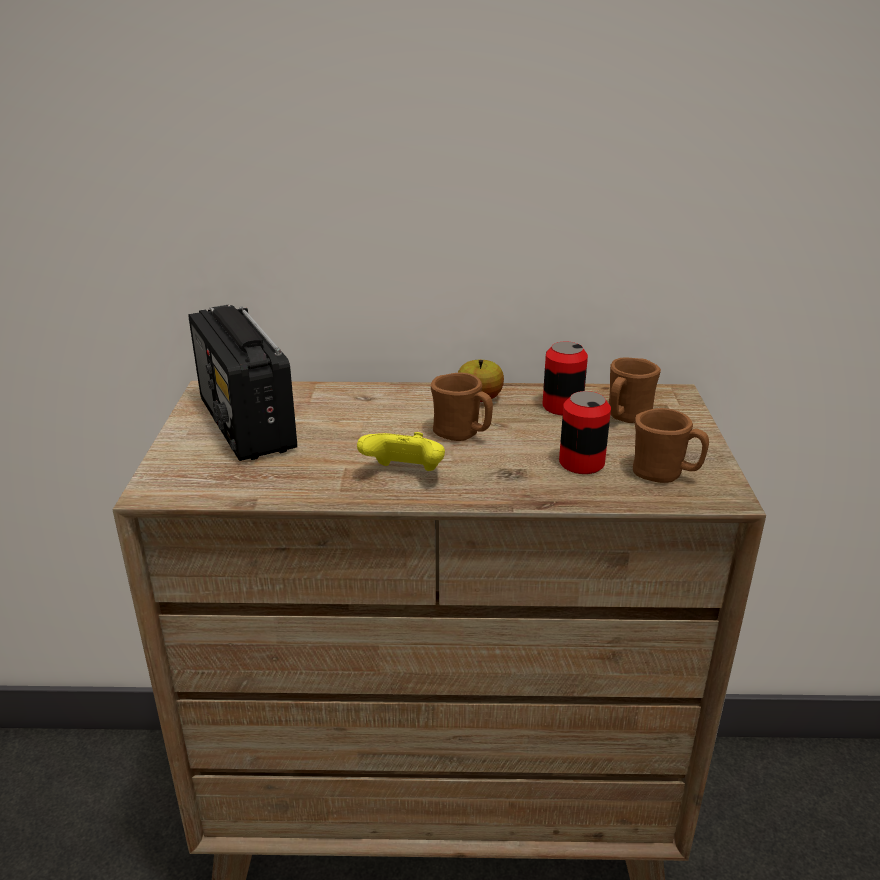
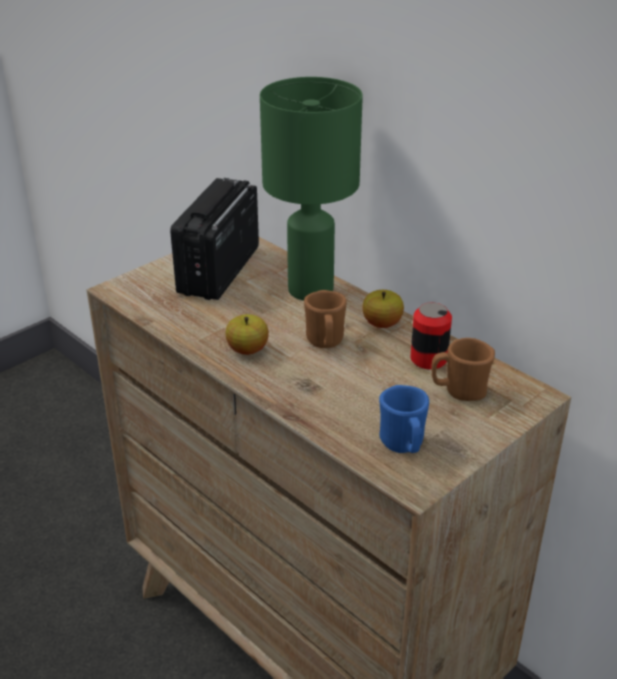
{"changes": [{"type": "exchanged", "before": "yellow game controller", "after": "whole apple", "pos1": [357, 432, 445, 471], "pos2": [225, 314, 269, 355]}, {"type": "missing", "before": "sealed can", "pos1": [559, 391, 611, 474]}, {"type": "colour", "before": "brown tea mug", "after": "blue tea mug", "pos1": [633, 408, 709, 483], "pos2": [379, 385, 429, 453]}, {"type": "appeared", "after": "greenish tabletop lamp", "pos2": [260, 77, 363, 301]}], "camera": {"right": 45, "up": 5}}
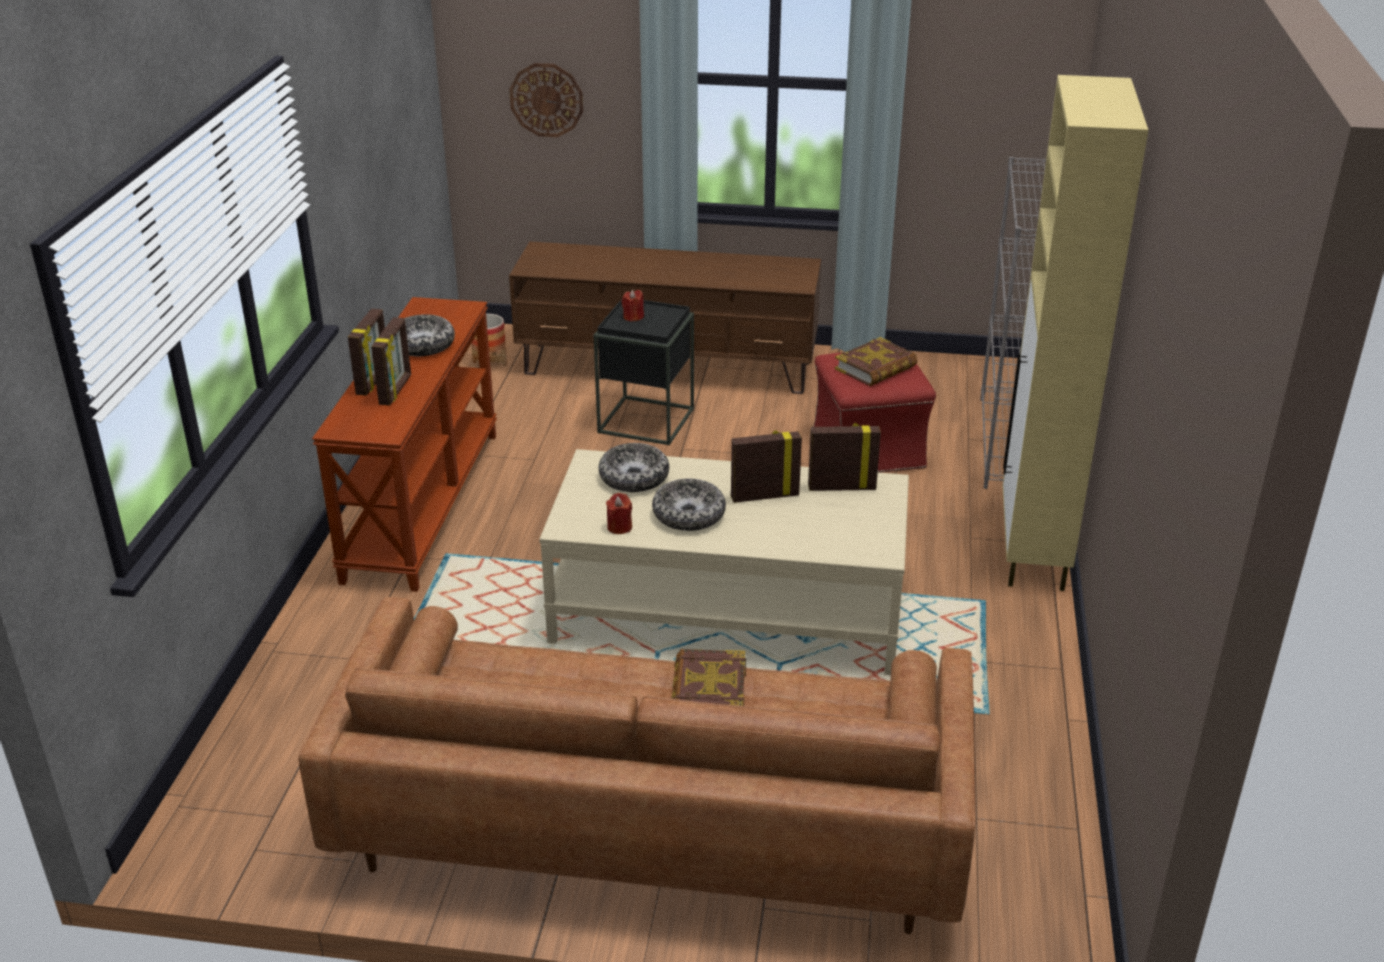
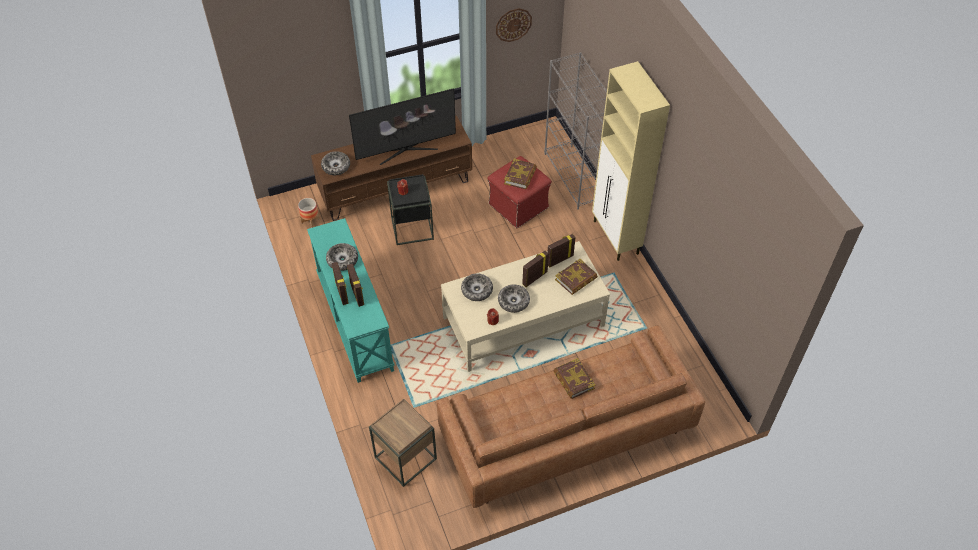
{"changes": [{"type": "colour", "before": "brown narrow table", "after": "turquoise-coloured narrow table", "pos1": [312, 297, 497, 592], "pos2": [307, 218, 395, 383]}, {"type": "relocated", "before": "clock on the wall", "pos1": [509, 63, 583, 137], "pos2": [496, 8, 532, 42]}, {"type": "appeared", "after": "deep dish", "pos2": [321, 151, 350, 175]}, {"type": "appeared", "after": "TV set", "pos2": [349, 88, 456, 165]}, {"type": "appeared", "after": "brown accent table", "pos2": [369, 399, 437, 487]}, {"type": "appeared", "after": "volume", "pos2": [555, 259, 598, 295]}], "camera": {"right": -30, "up": 20}}
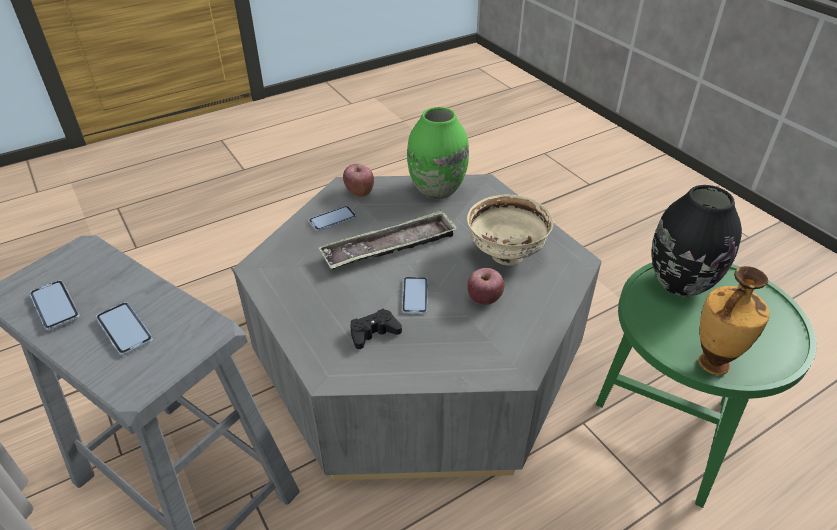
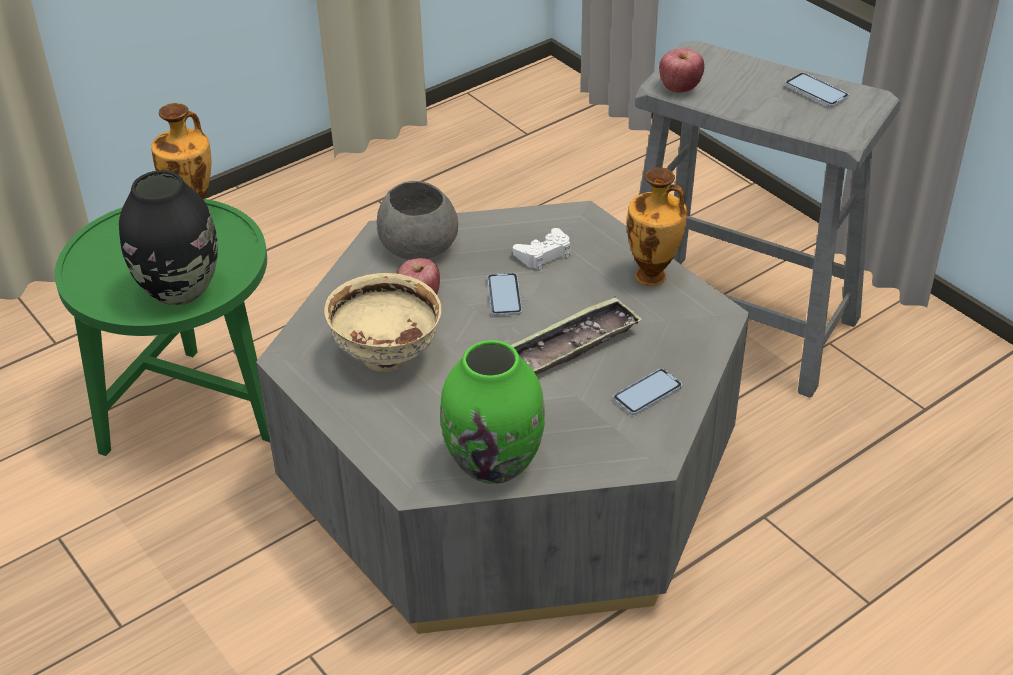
{"changes": [{"type": "missing", "before": "phone", "pos1": [96, 302, 153, 356]}, {"type": "relocated", "before": "whole apple", "pos1": [343, 164, 374, 197], "pos2": [659, 48, 704, 93]}, {"type": "colour", "before": "blackish game controller", "after": "white game controller", "pos1": [350, 309, 402, 349], "pos2": [513, 228, 570, 271]}, {"type": "appeared", "after": "gray deep dish", "pos2": [377, 181, 458, 260]}, {"type": "appeared", "after": "decorative vase", "pos2": [627, 167, 687, 286]}], "camera": {"right": 175, "up": 0}}
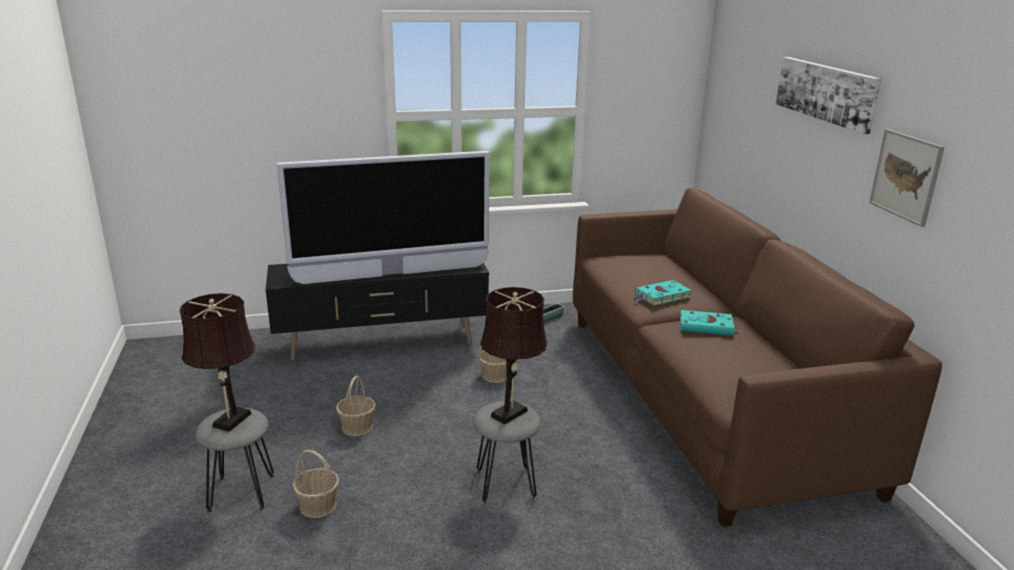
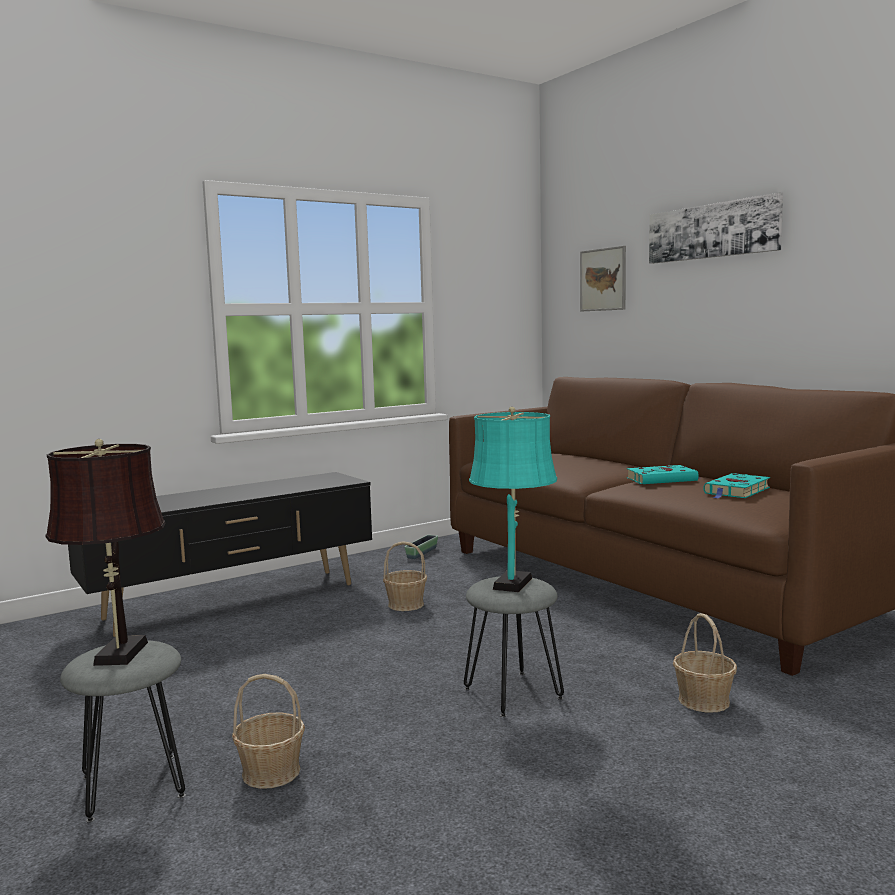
{"changes": [{"type": "missing", "before": "TV set", "pos1": [277, 151, 489, 284]}, {"type": "relocated", "before": "basket", "pos1": [336, 375, 376, 436], "pos2": [673, 613, 737, 713]}, {"type": "colour", "before": "brown tabletop lamp", "after": "turquoise-coloured tabletop lamp", "pos1": [480, 287, 548, 424], "pos2": [469, 407, 557, 592]}, {"type": "relocated", "before": "turquoise-coloured volume", "pos1": [634, 280, 691, 306], "pos2": [703, 473, 770, 499]}, {"type": "relocated", "before": "picture", "pos1": [869, 129, 944, 227], "pos2": [580, 246, 626, 311]}], "camera": {"right": -20, "up": -15}}
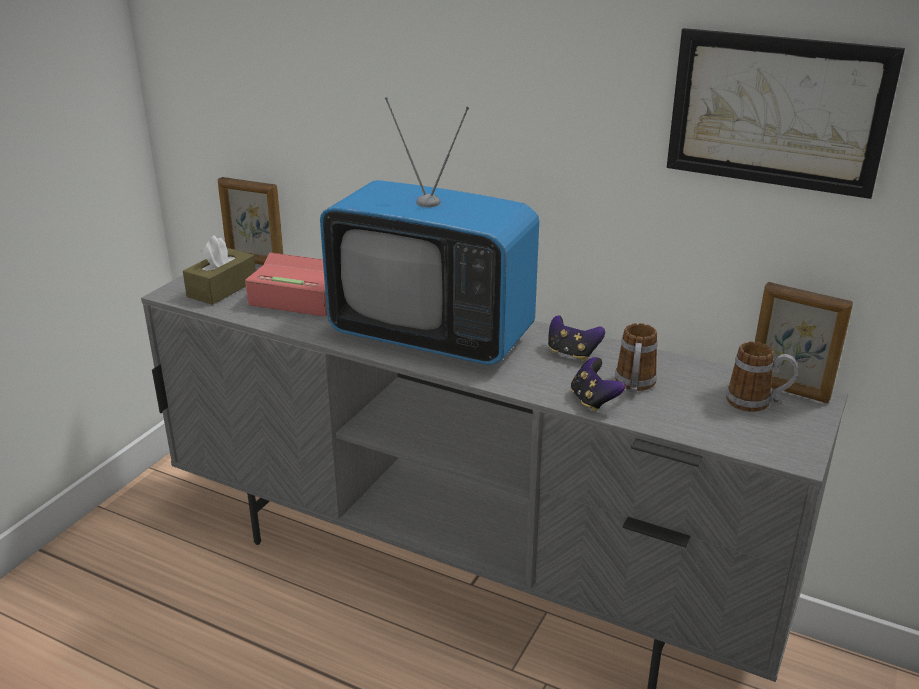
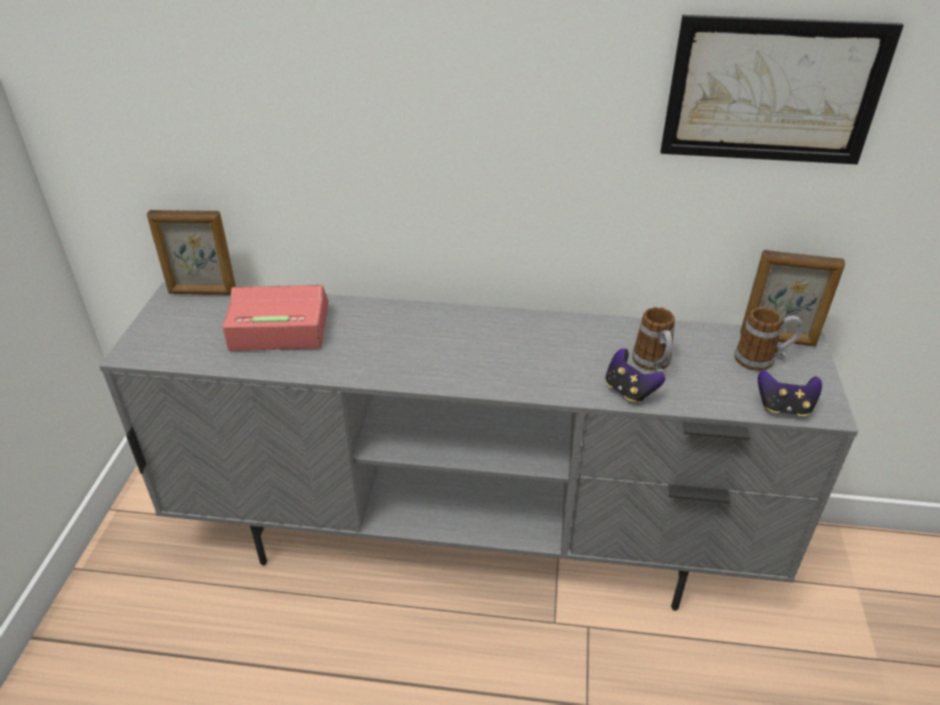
{"changes": [{"type": "missing", "before": "brown tissue holder", "pos1": [183, 235, 256, 305]}, {"type": "missing", "before": "TV set", "pos1": [320, 97, 539, 365]}, {"type": "relocated", "before": "game controller", "pos1": [548, 315, 605, 361], "pos2": [758, 370, 822, 416]}], "camera": {"right": -20, "up": 10}}
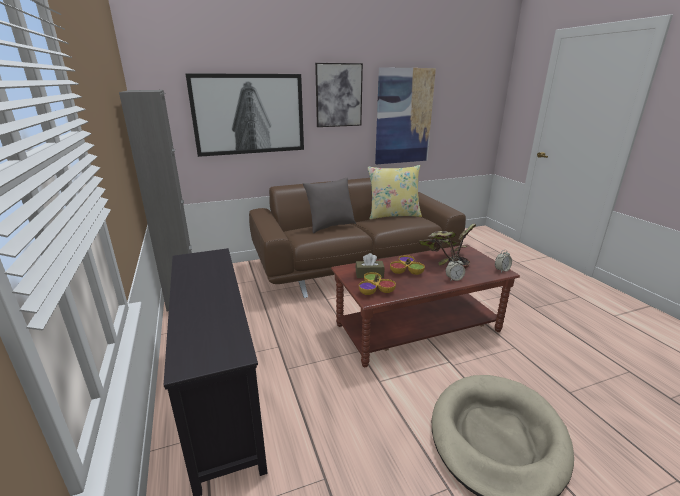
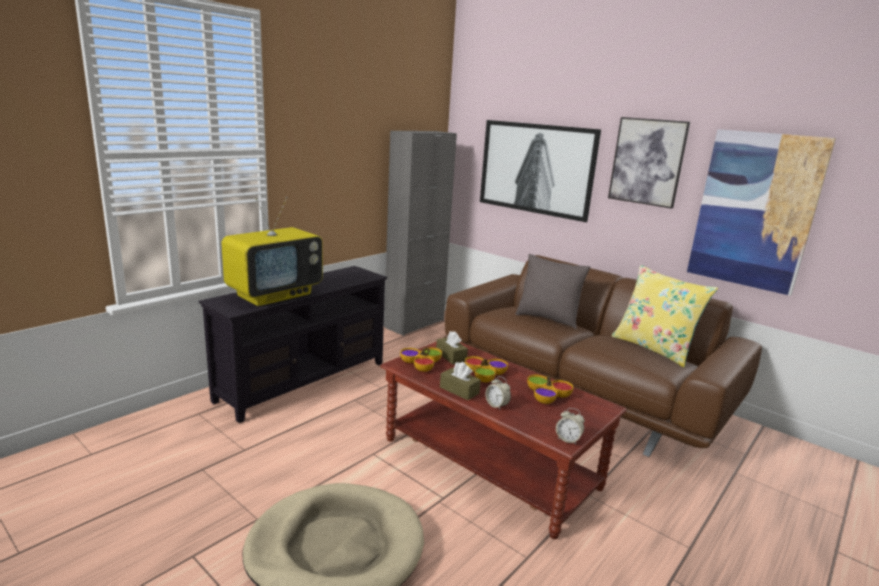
{"changes": [{"type": "exchanged", "before": "potted plant", "after": "deep dish", "pos1": [419, 224, 476, 269], "pos2": [527, 375, 573, 404]}, {"type": "appeared", "after": "TV set", "pos2": [221, 197, 323, 306]}, {"type": "appeared", "after": "brown tissue holder", "pos2": [440, 362, 481, 400]}], "camera": {"right": 60, "up": -5}}
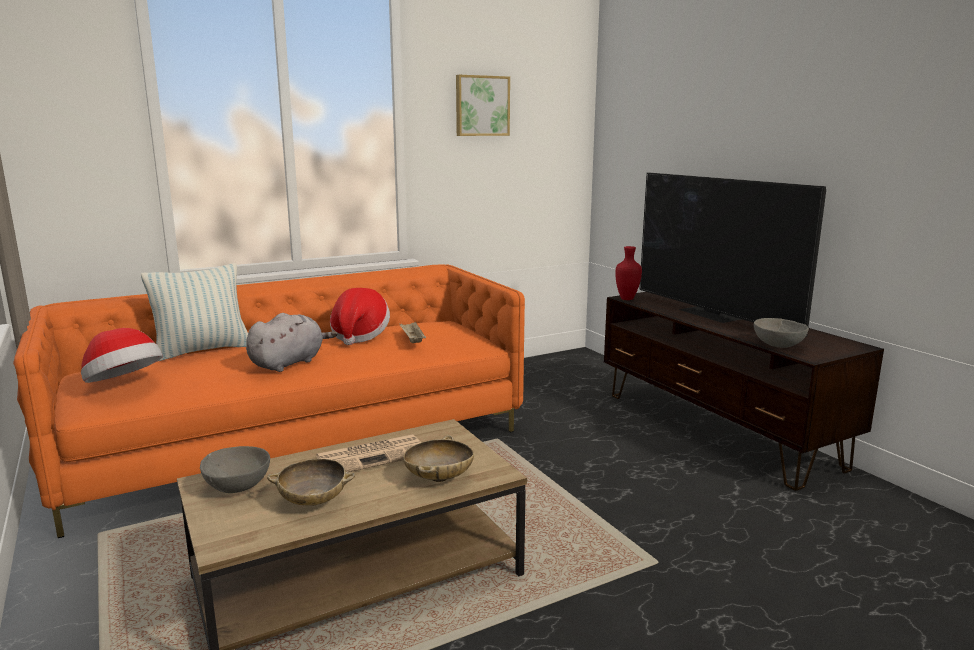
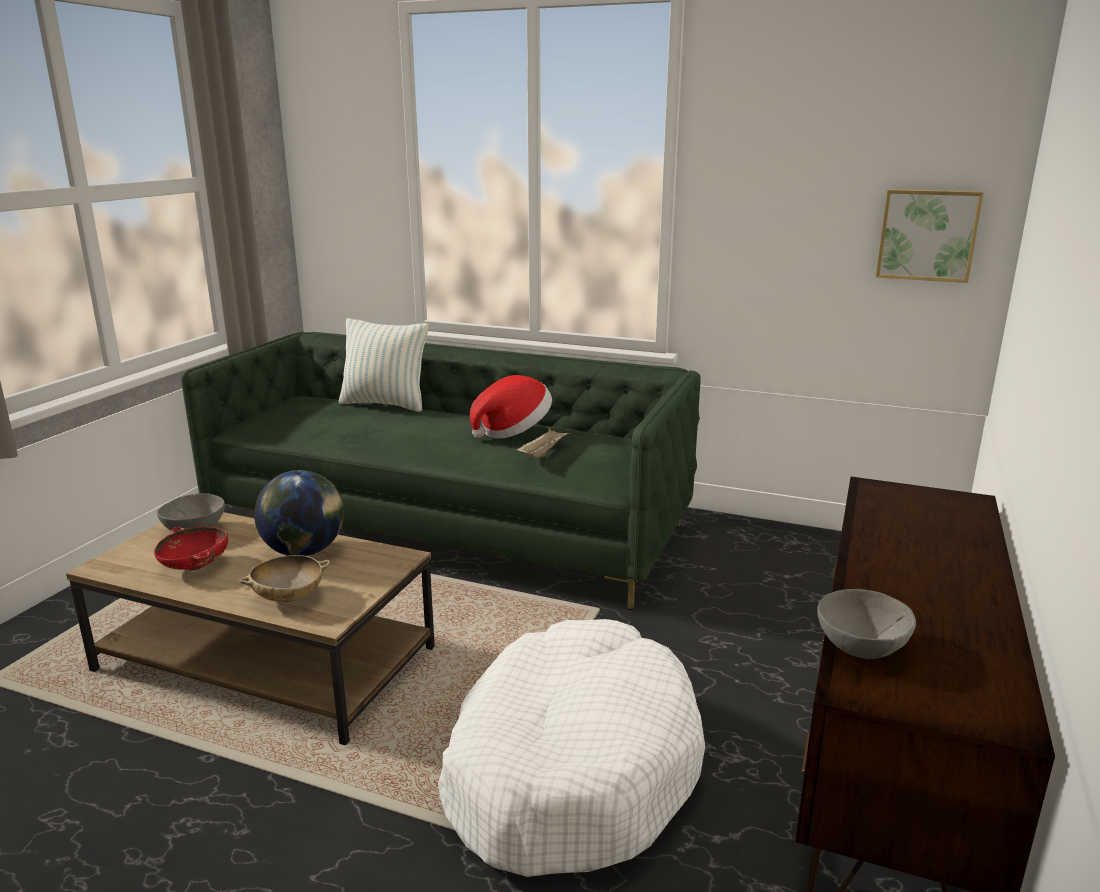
{"changes": [{"type": "colour", "before": "orange-coloured couch", "after": "greenish couch", "pos1": [13, 264, 525, 538], "pos2": [181, 332, 701, 610]}, {"type": "missing", "before": "clothing hat", "pos1": [81, 328, 163, 383]}, {"type": "missing", "before": "gray plush toy", "pos1": [246, 313, 338, 372]}, {"type": "colour", "before": "beige deep dish", "after": "red deep dish", "pos1": [267, 459, 355, 506], "pos2": [154, 527, 228, 570]}, {"type": "exchanged", "before": "newspaper", "after": "world globe", "pos1": [316, 435, 421, 472], "pos2": [254, 470, 344, 556]}, {"type": "relocated", "before": "picture", "pos1": [456, 75, 510, 136], "pos2": [876, 189, 984, 283]}, {"type": "missing", "before": "red decorative vase", "pos1": [615, 246, 642, 300]}, {"type": "missing", "before": "TV set", "pos1": [639, 172, 826, 337]}, {"type": "appeared", "after": "white pet bed", "pos2": [438, 619, 705, 877]}], "camera": {"right": 50, "up": 5}}
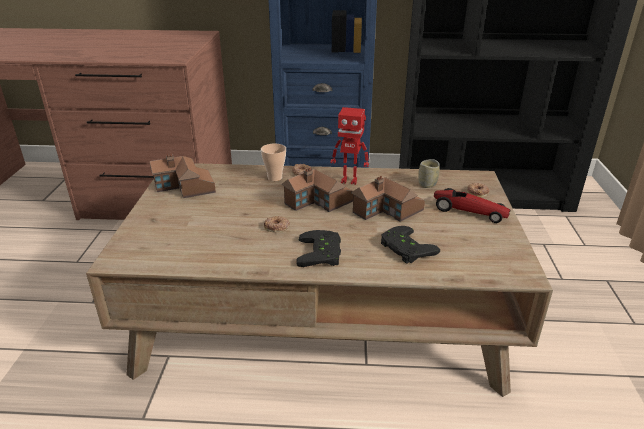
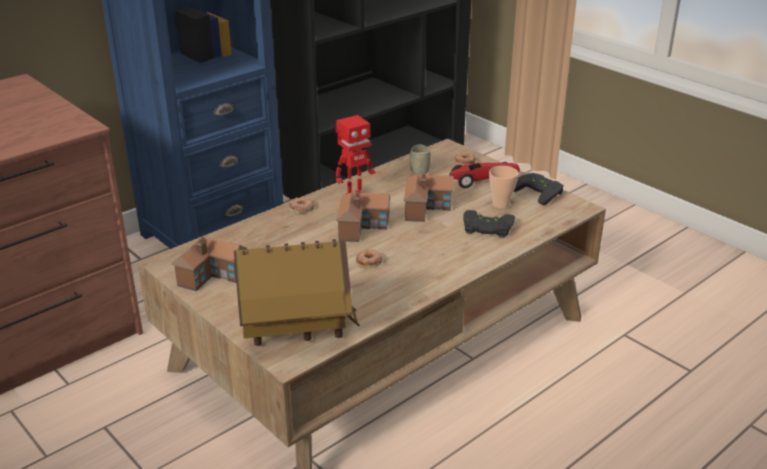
{"changes": [{"type": "relocated", "before": "cup", "pos1": [261, 143, 286, 181], "pos2": [489, 166, 518, 209]}, {"type": "relocated", "before": "blackish game controller", "pos1": [296, 230, 341, 267], "pos2": [514, 173, 564, 205]}, {"type": "appeared", "after": "model house", "pos2": [234, 239, 360, 346]}], "camera": {"right": -45, "up": 0}}
